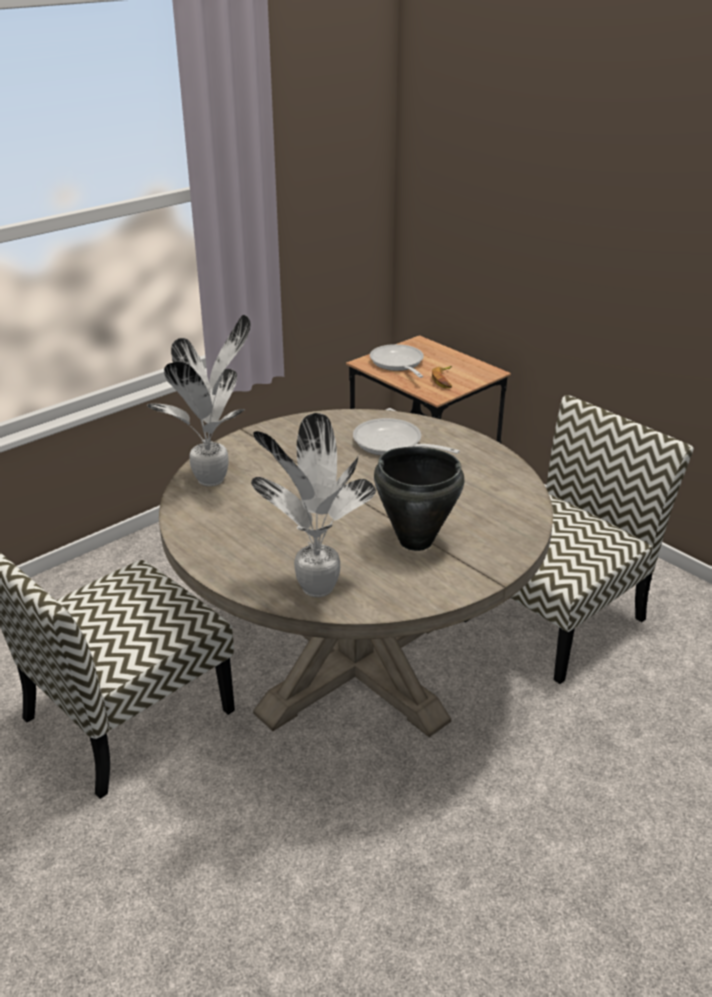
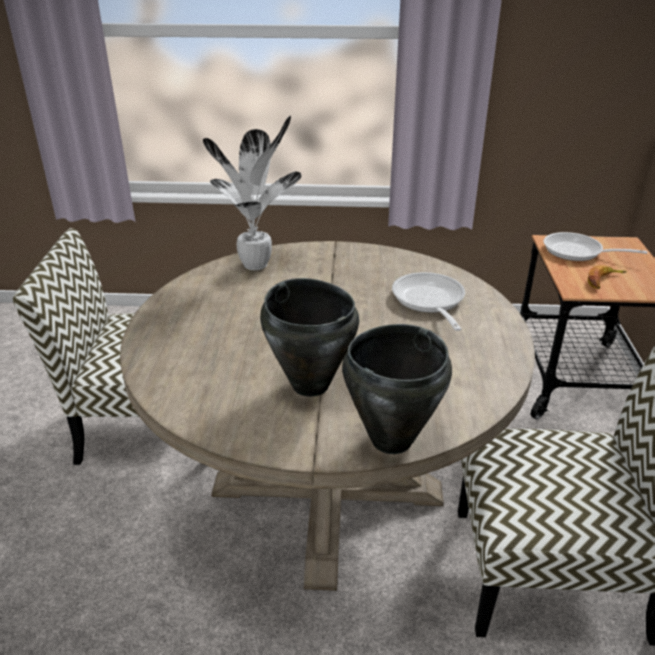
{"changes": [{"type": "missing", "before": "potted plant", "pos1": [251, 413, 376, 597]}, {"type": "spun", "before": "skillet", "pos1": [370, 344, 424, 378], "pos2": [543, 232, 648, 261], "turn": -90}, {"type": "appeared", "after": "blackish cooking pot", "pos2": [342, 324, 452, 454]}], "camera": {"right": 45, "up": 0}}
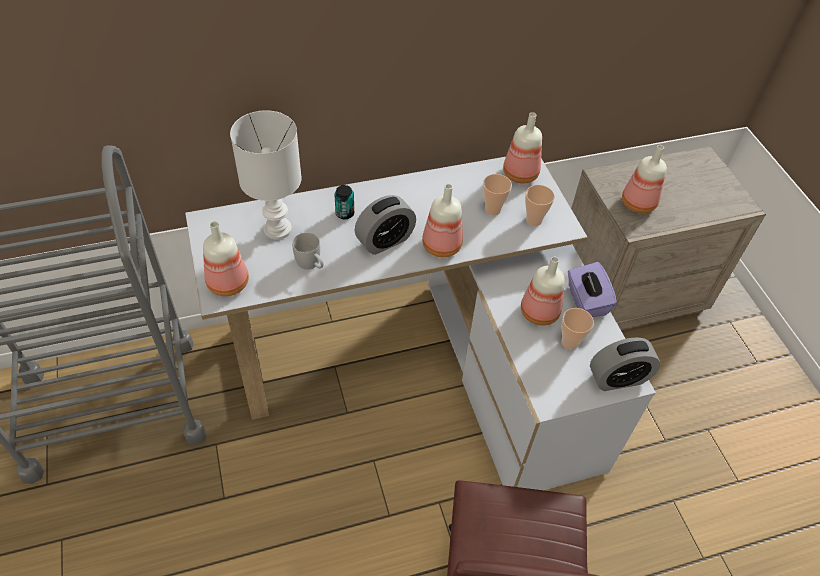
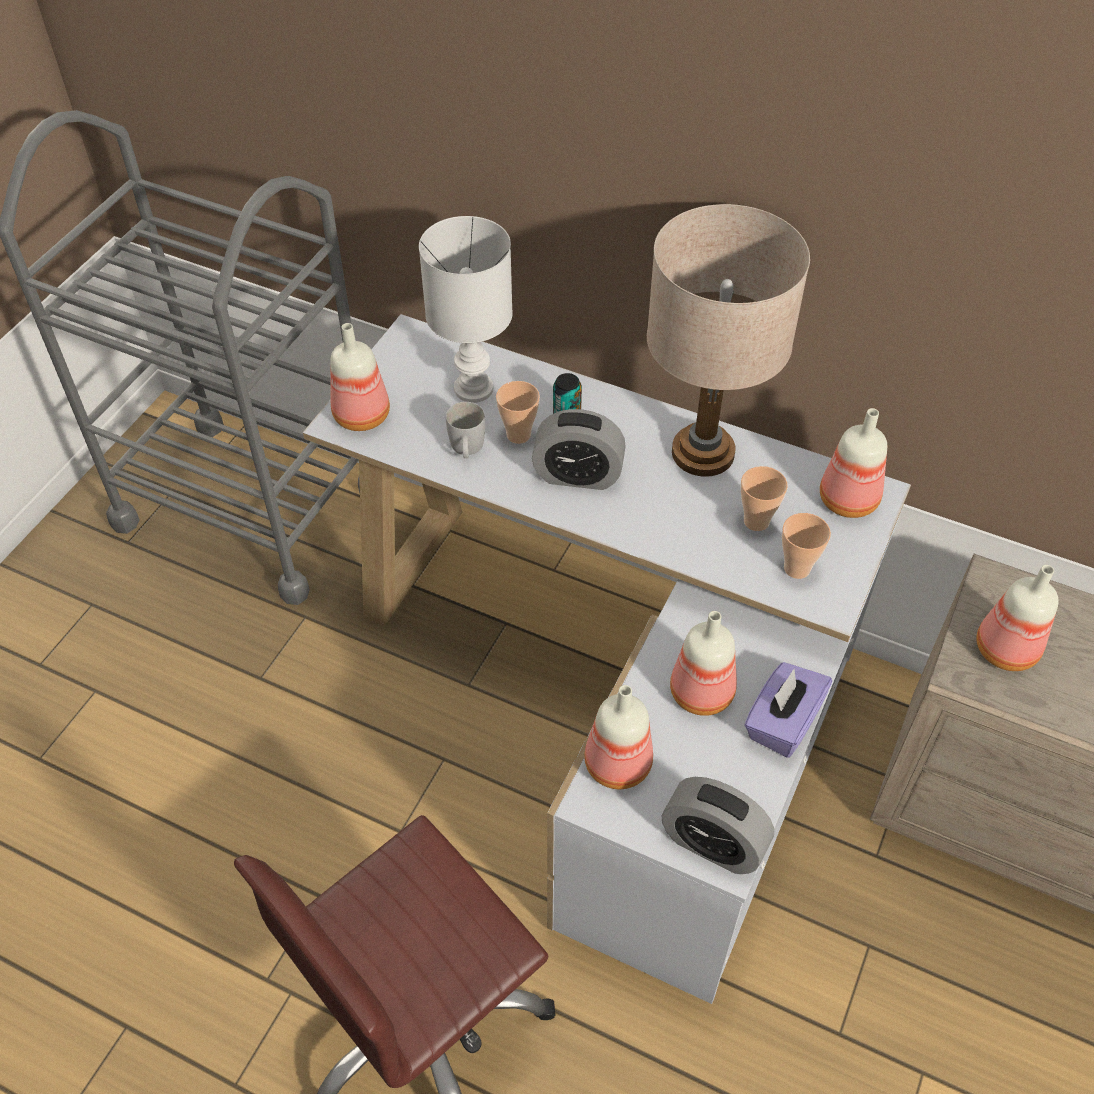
{"changes": [{"type": "relocated", "before": "drink bottle", "pos1": [422, 184, 463, 257], "pos2": [584, 685, 653, 789]}, {"type": "relocated", "before": "cup", "pos1": [561, 308, 594, 350], "pos2": [496, 381, 540, 444]}, {"type": "appeared", "after": "beige tabletop lamp", "pos2": [647, 204, 810, 477]}], "camera": {"right": 45, "up": 0}}
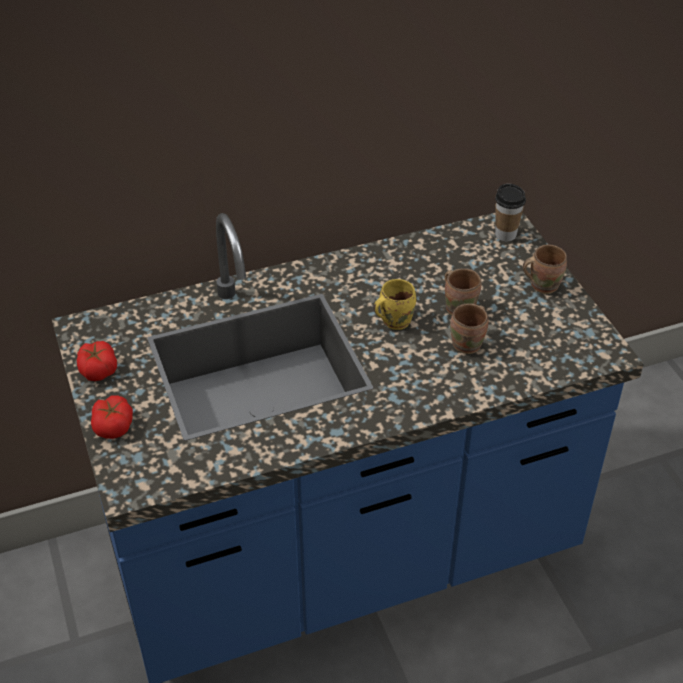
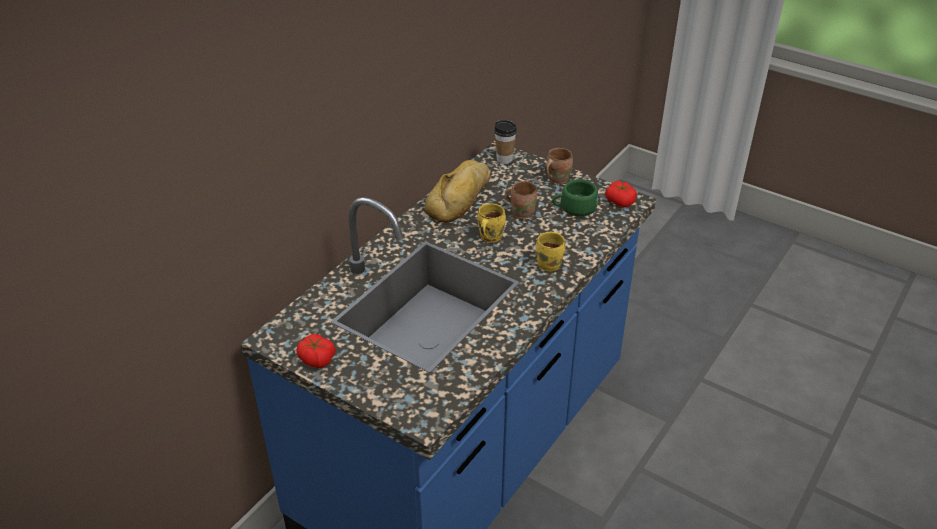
{"changes": [{"type": "relocated", "before": "fresh tomato", "pos1": [91, 395, 133, 439], "pos2": [605, 181, 637, 207]}, {"type": "missing", "before": "brown tea mug", "pos1": [450, 303, 488, 354]}, {"type": "appeared", "after": "bakery bread", "pos2": [424, 160, 491, 223]}, {"type": "appeared", "after": "yellow tea mug", "pos2": [536, 232, 566, 272]}, {"type": "appeared", "after": "greenish cup", "pos2": [552, 179, 598, 216]}], "camera": {"right": -35, "up": -5}}
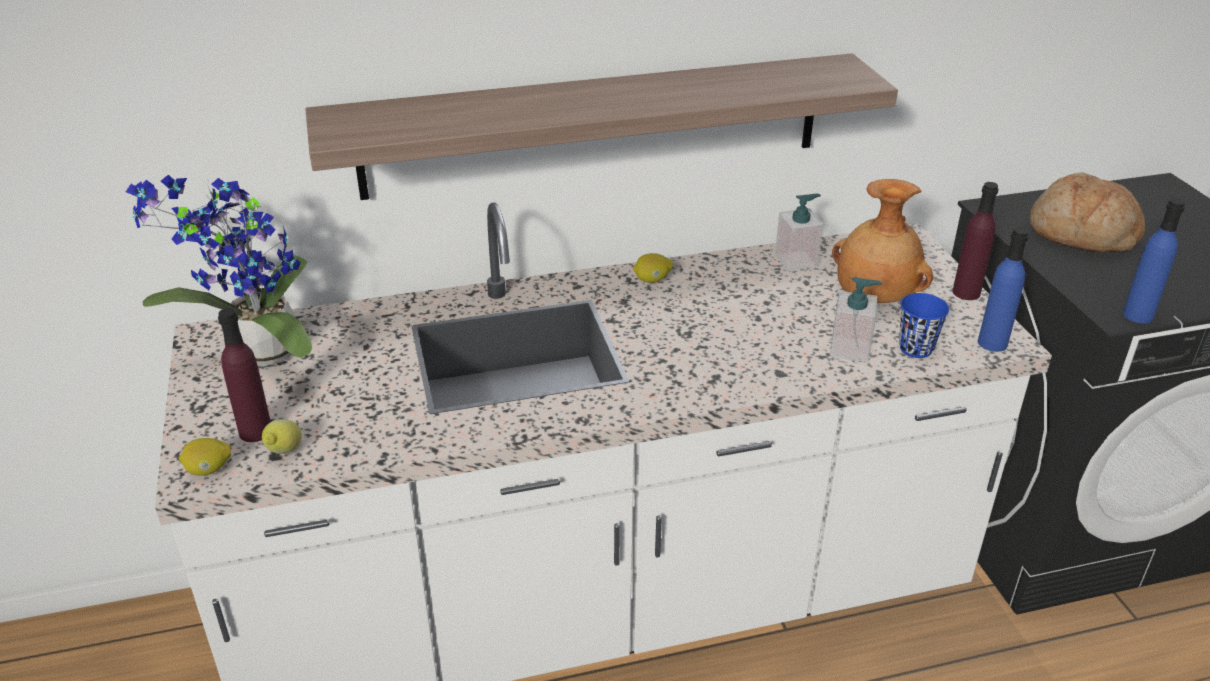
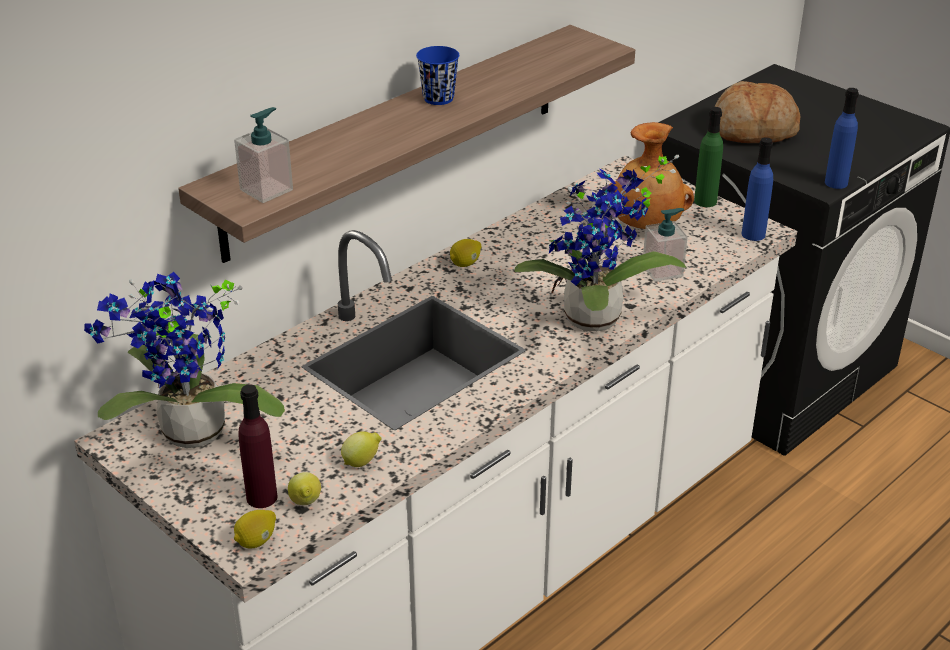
{"changes": [{"type": "relocated", "before": "soap bottle", "pos1": [775, 194, 823, 271], "pos2": [234, 107, 293, 203]}, {"type": "relocated", "before": "blue cup", "pos1": [899, 293, 949, 358], "pos2": [416, 46, 459, 105]}, {"type": "colour", "before": "purple-coloured drink bottle", "after": "greenish drink bottle", "pos1": [953, 182, 999, 300], "pos2": [694, 107, 723, 207]}, {"type": "appeared", "after": "citrus fruit", "pos2": [341, 431, 382, 467]}, {"type": "appeared", "after": "potted plant", "pos2": [514, 155, 686, 331]}], "camera": {"right": -30, "up": 0}}
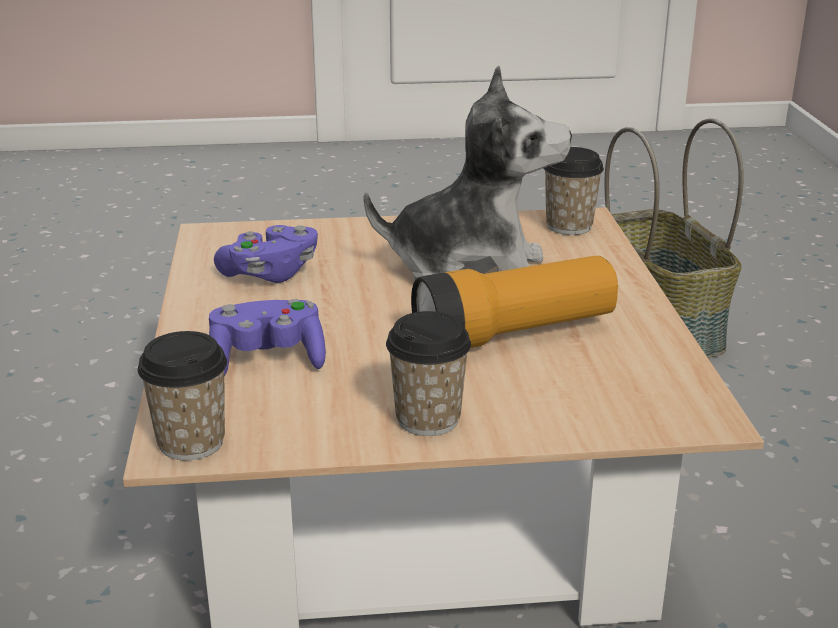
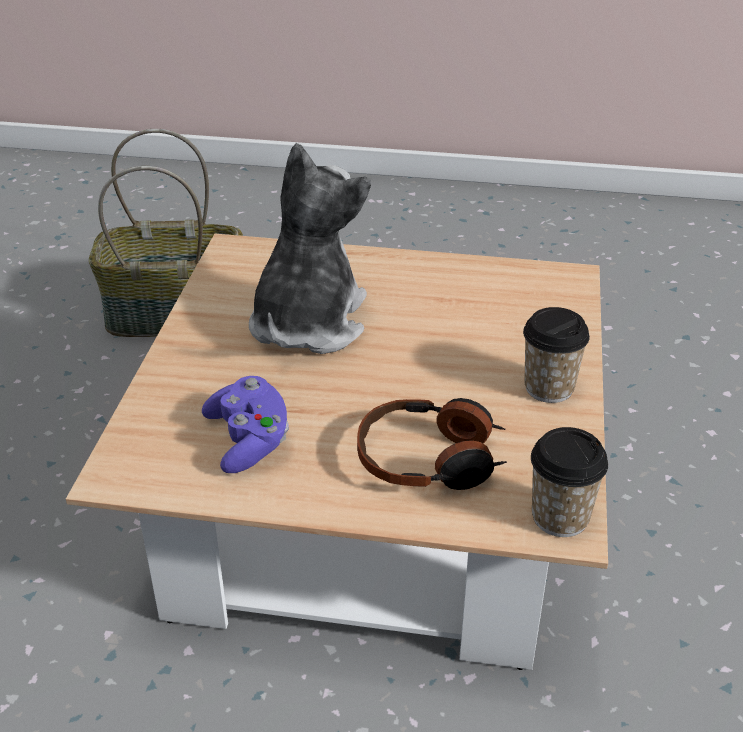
{"changes": [{"type": "exchanged", "before": "purple-coloured game controller", "after": "pair of headphones", "pos1": [209, 299, 326, 377], "pos2": [357, 398, 507, 490]}, {"type": "missing", "before": "hand torch", "pos1": [411, 256, 618, 348]}, {"type": "missing", "before": "cup", "pos1": [543, 147, 604, 235]}], "camera": {"right": -75, "up": 10}}
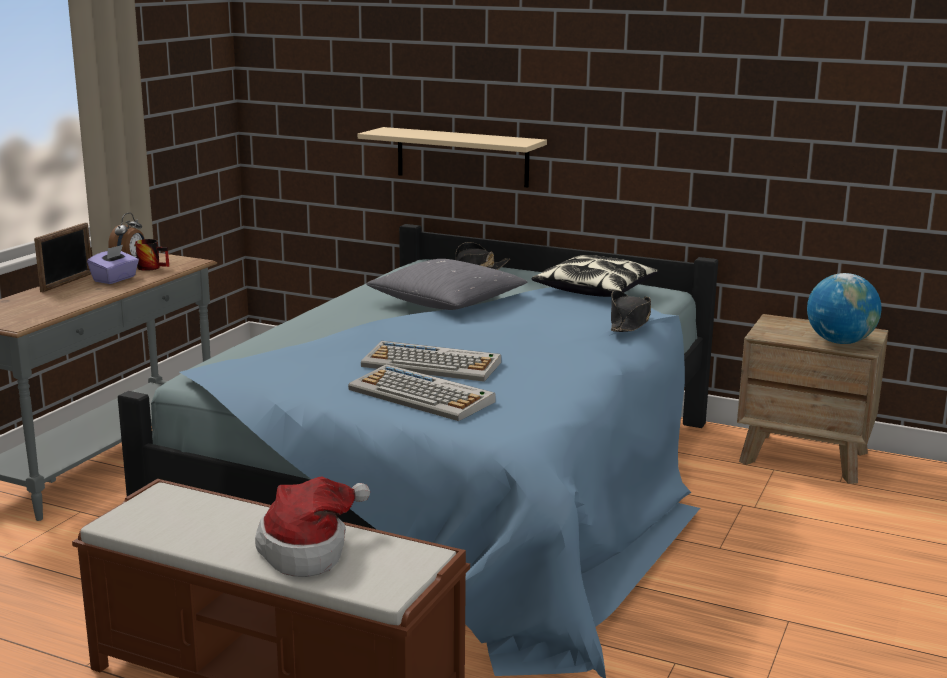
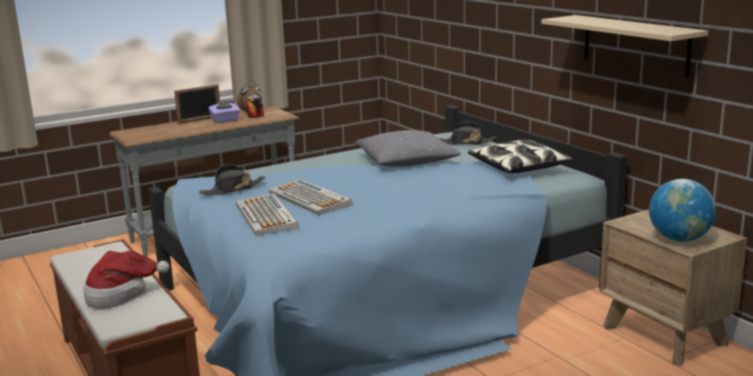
{"changes": [{"type": "relocated", "before": "beige shelf", "pos1": [358, 127, 547, 188], "pos2": [541, 15, 708, 77]}, {"type": "relocated", "before": "blackish clothing hat", "pos1": [611, 290, 651, 332], "pos2": [199, 164, 265, 195]}], "camera": {"right": 35, "up": 0}}
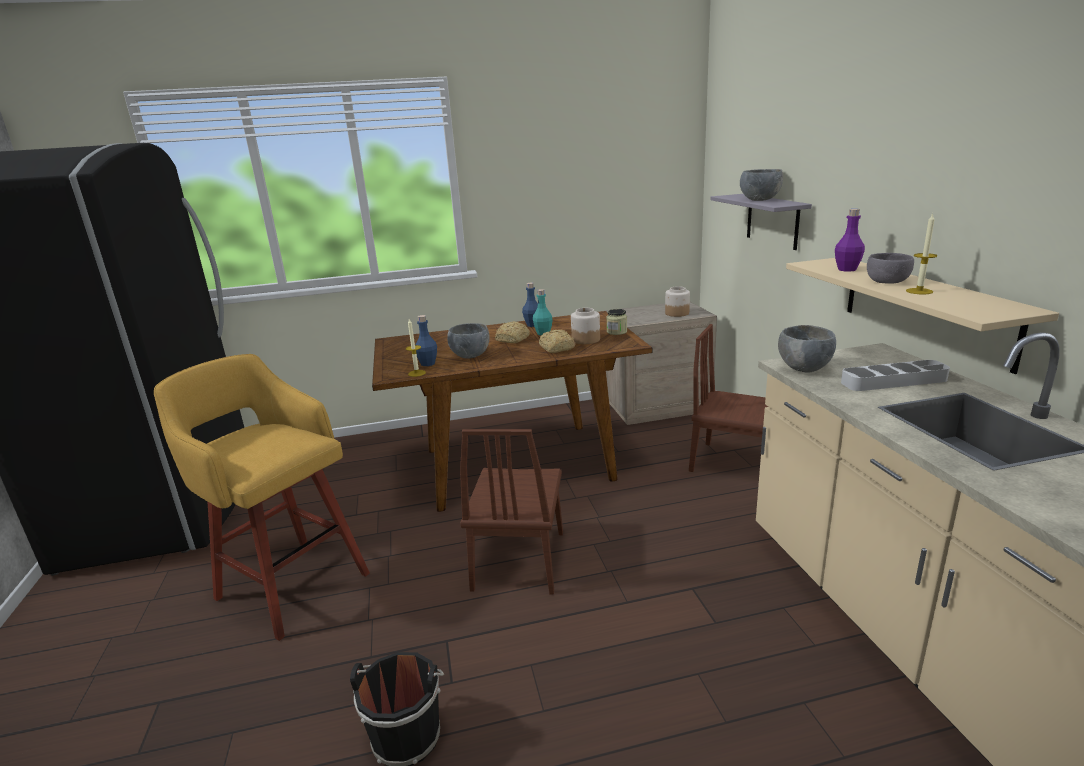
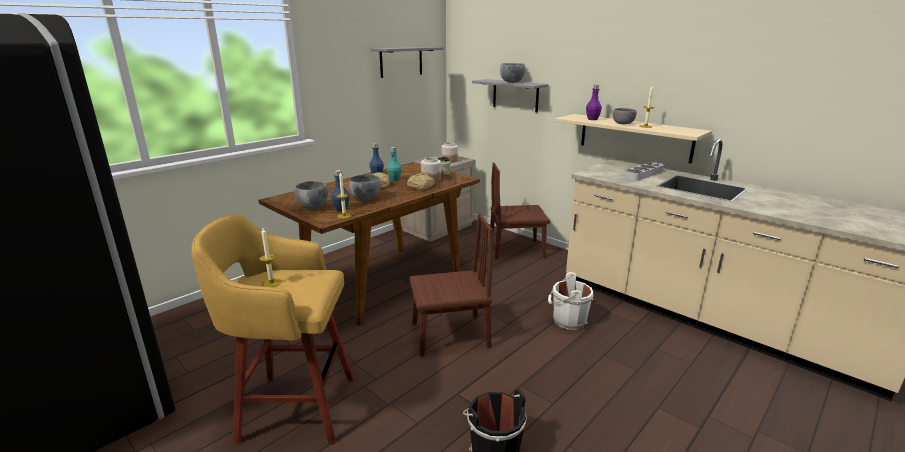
{"changes": [{"type": "spun", "before": "brown chair", "pos1": [460, 429, 563, 595], "pos2": [409, 213, 493, 356], "turn": -75}, {"type": "relocated", "before": "gray deep dish", "pos1": [778, 325, 836, 373], "pos2": [294, 181, 328, 210]}, {"type": "appeared", "after": "wax candle", "pos2": [259, 228, 281, 287]}, {"type": "appeared", "after": "gray shelf", "pos2": [371, 47, 444, 78]}, {"type": "appeared", "after": "white bucket", "pos2": [548, 272, 594, 330]}], "camera": {"right": -35, "up": 0}}
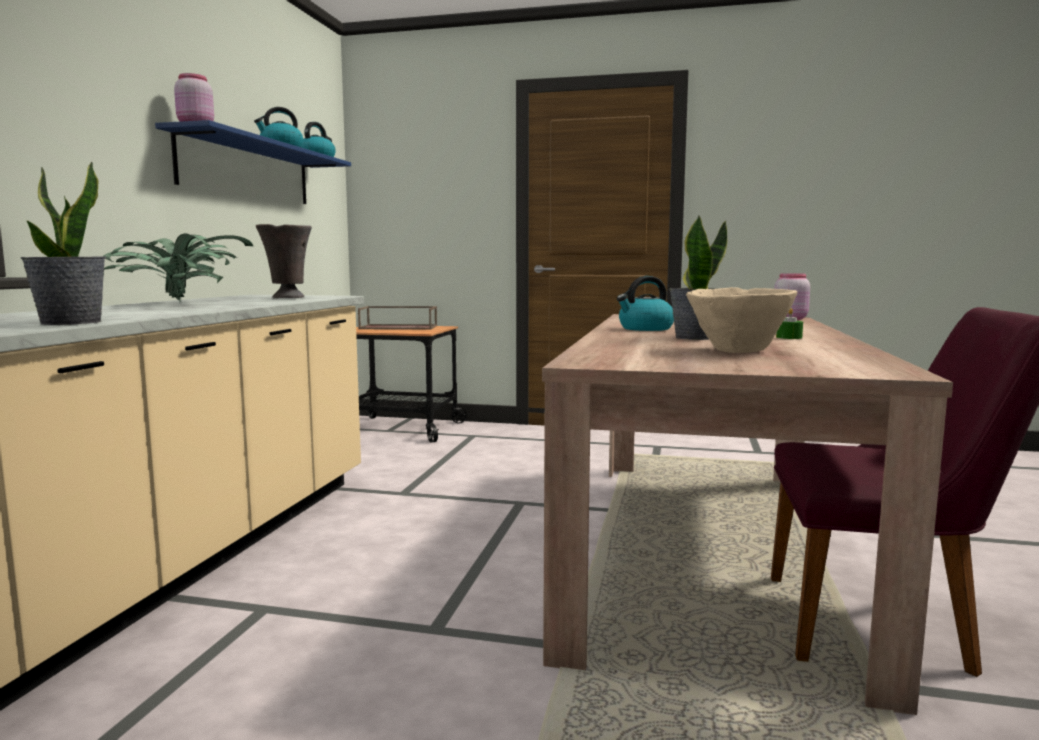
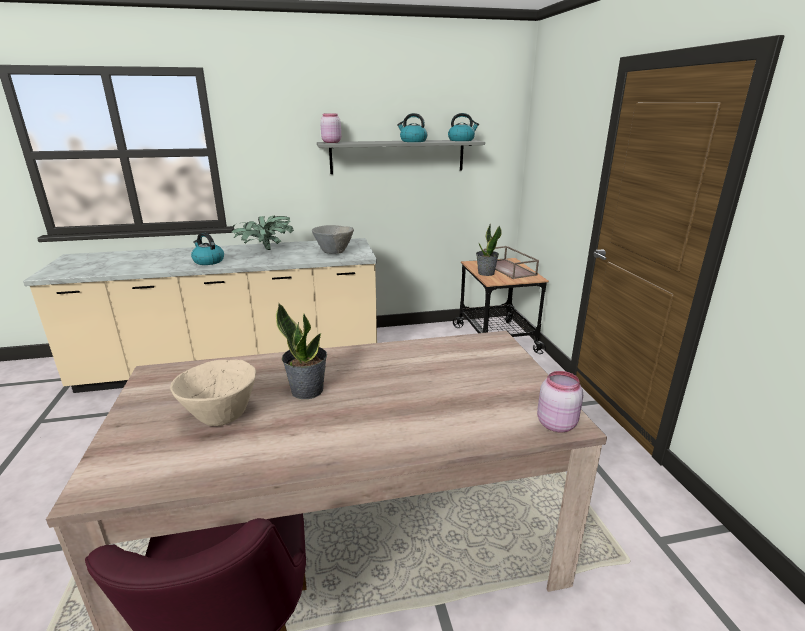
{"changes": [{"type": "relocated", "before": "potted plant", "pos1": [21, 161, 106, 325], "pos2": [476, 224, 502, 276]}, {"type": "colour", "before": "blue shelf", "after": "gray shelf", "pos1": [155, 120, 351, 204], "pos2": [317, 140, 485, 174]}, {"type": "exchanged", "before": "gray decorative vase", "after": "gray deep dish", "pos1": [256, 224, 312, 298], "pos2": [312, 225, 354, 254]}, {"type": "relocated", "before": "tea kettle", "pos1": [617, 276, 674, 331], "pos2": [191, 233, 224, 265]}, {"type": "missing", "before": "greenish wax candle", "pos1": [776, 308, 803, 339]}], "camera": {"right": 65, "up": 15}}
